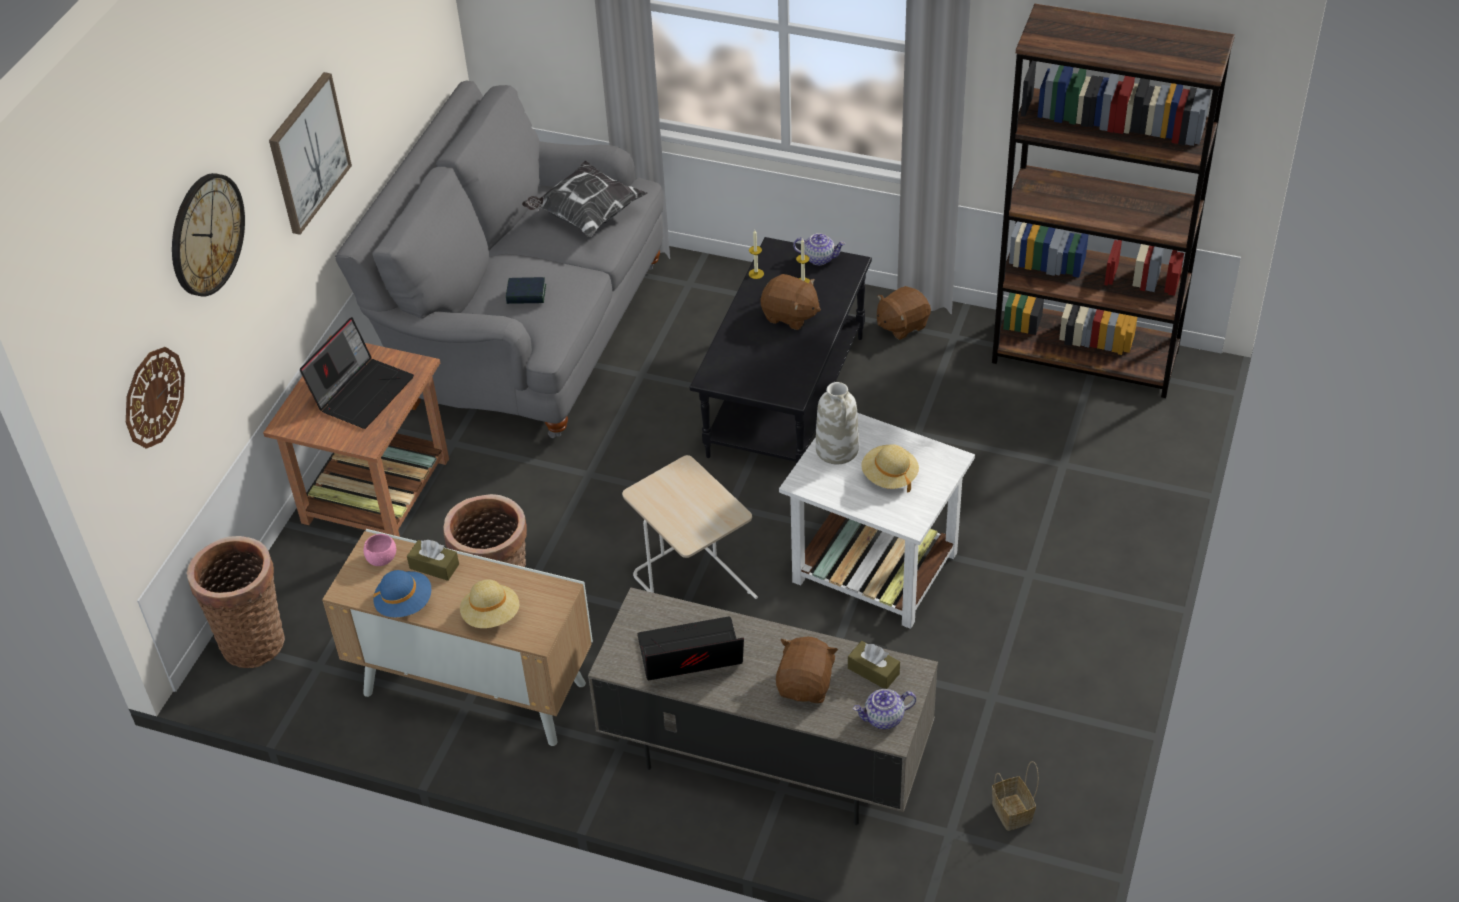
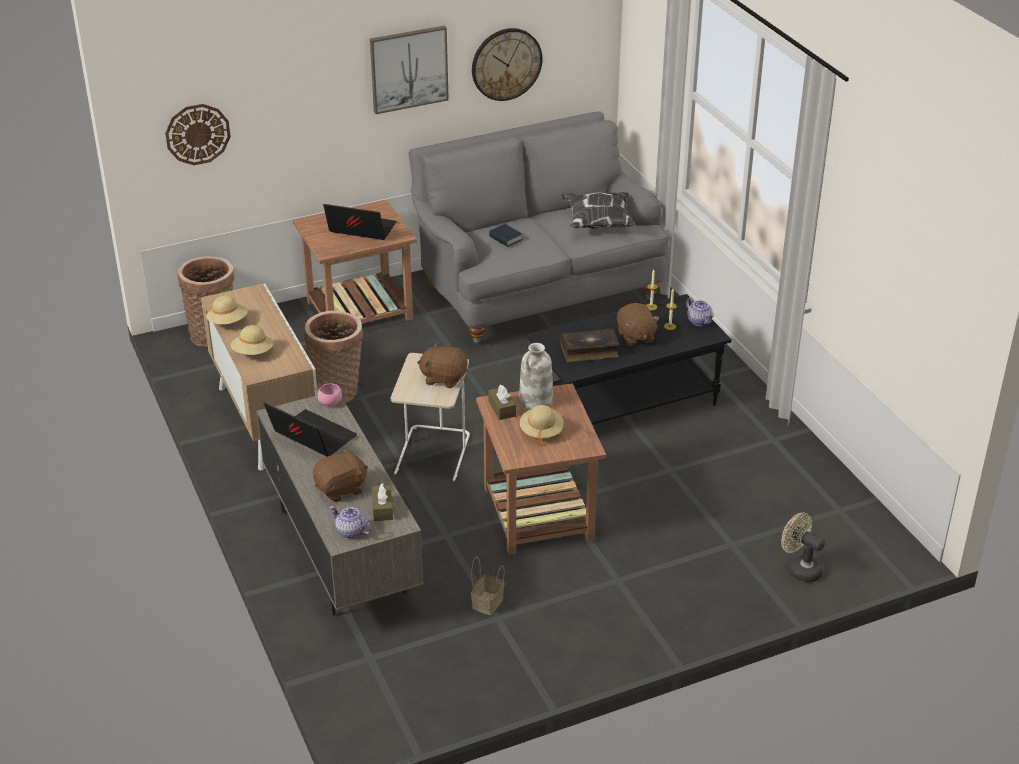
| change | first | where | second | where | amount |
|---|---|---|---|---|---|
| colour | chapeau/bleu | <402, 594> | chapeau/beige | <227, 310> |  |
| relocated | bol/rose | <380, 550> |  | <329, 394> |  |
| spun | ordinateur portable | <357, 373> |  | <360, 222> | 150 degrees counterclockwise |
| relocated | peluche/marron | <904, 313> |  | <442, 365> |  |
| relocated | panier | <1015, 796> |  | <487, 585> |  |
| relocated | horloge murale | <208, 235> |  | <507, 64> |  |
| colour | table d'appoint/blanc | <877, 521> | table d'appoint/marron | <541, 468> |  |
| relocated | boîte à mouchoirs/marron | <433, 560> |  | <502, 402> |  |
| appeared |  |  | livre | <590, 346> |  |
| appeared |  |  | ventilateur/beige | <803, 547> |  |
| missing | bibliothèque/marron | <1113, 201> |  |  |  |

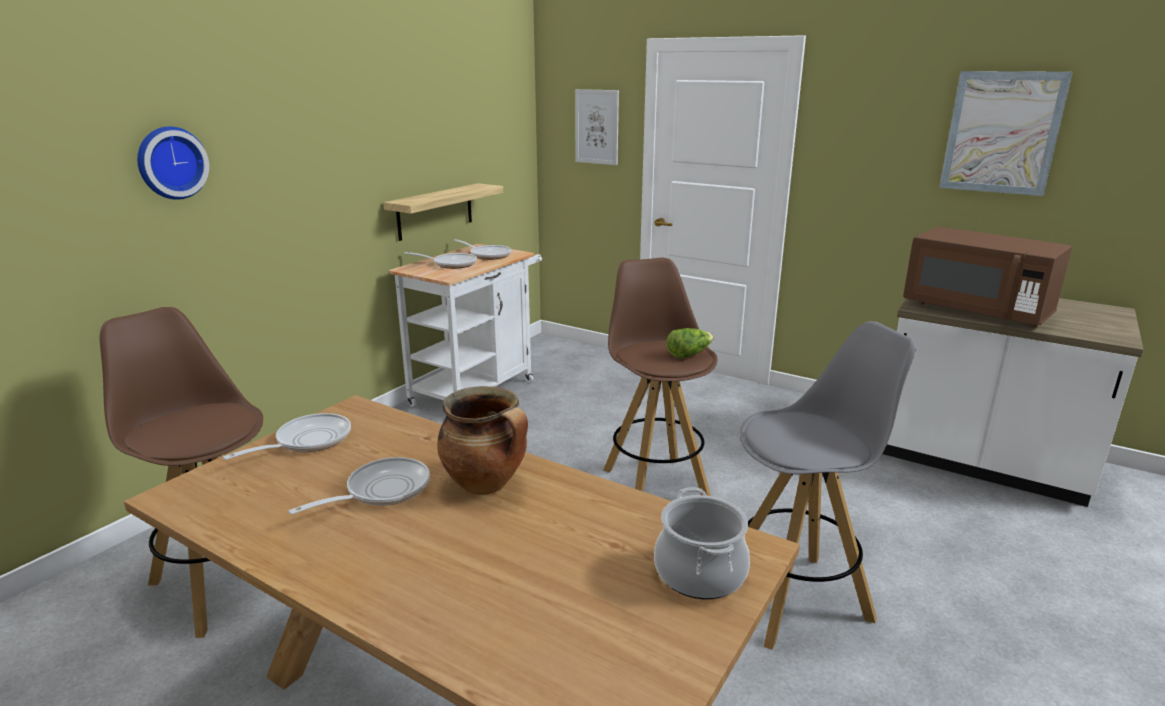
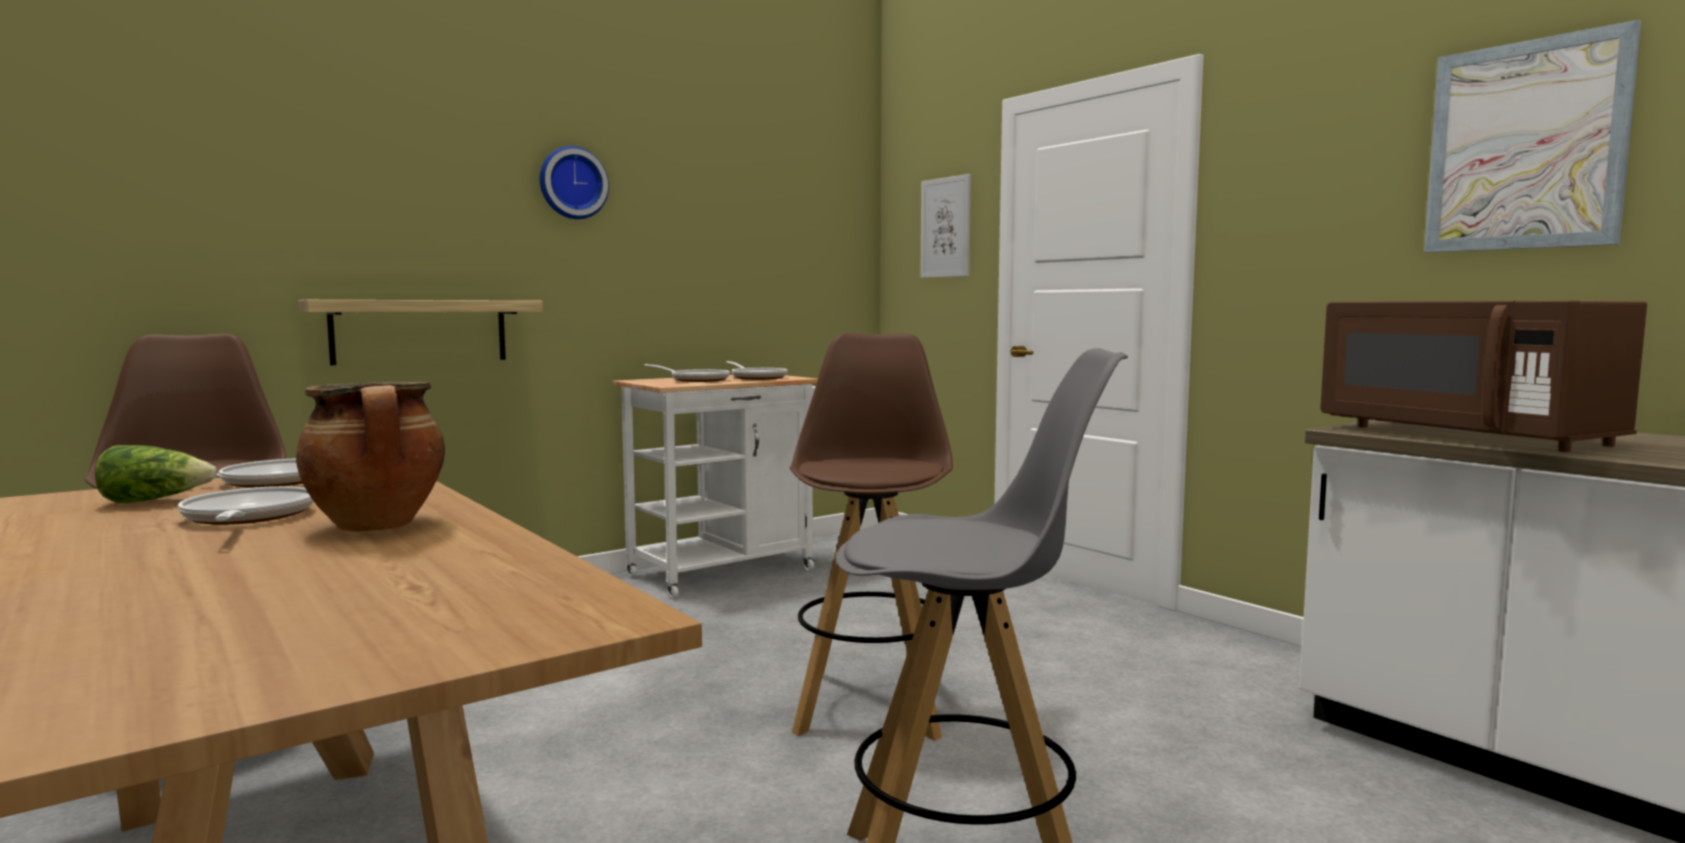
| change | first | where | second | where | amount |
|---|---|---|---|---|---|
| relocated | laitue | <690, 343> |  | <156, 474> |  |
| spun | poêle | <359, 486> |  | <246, 505> | 90 degrees counterclockwise |
| relocated | étagère | <443, 212> |  | <420, 332> |  |
| relocated | horloge murale | <173, 163> |  | <574, 182> |  |
| missing | marmite | <702, 543> |  |  |  |

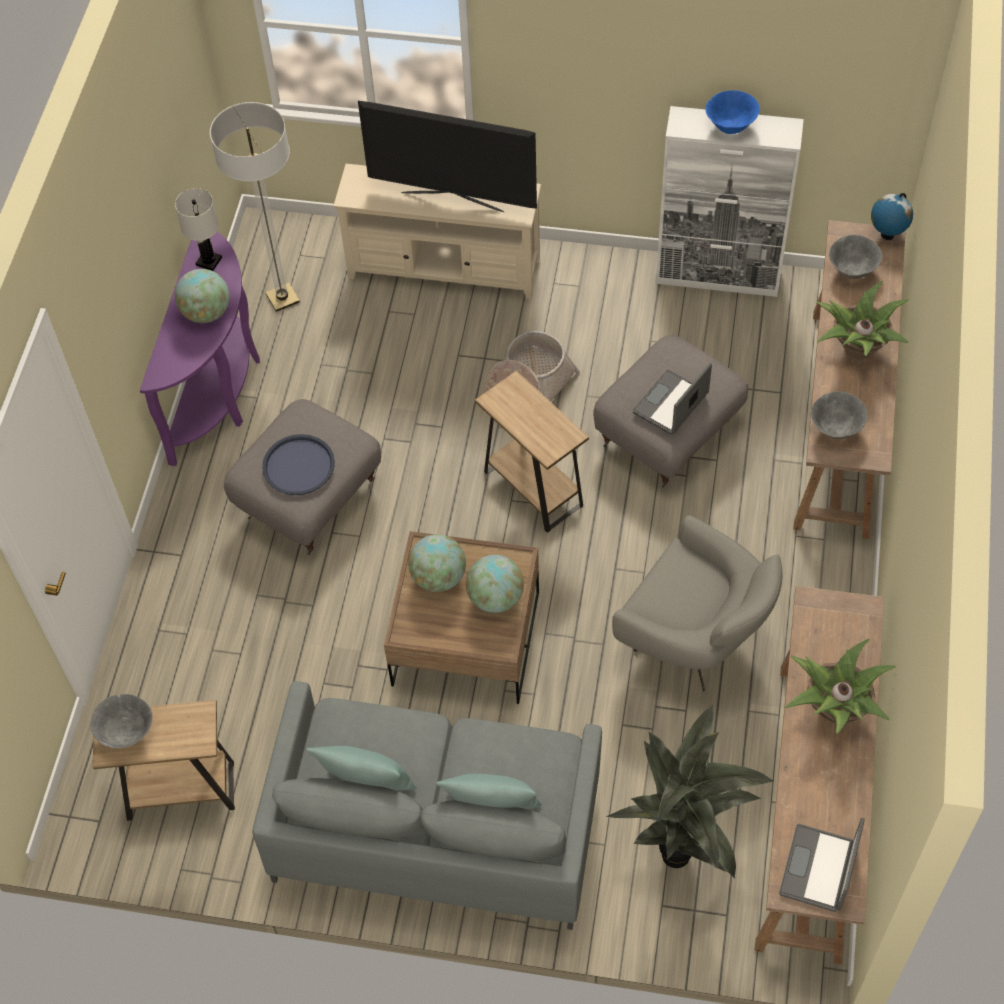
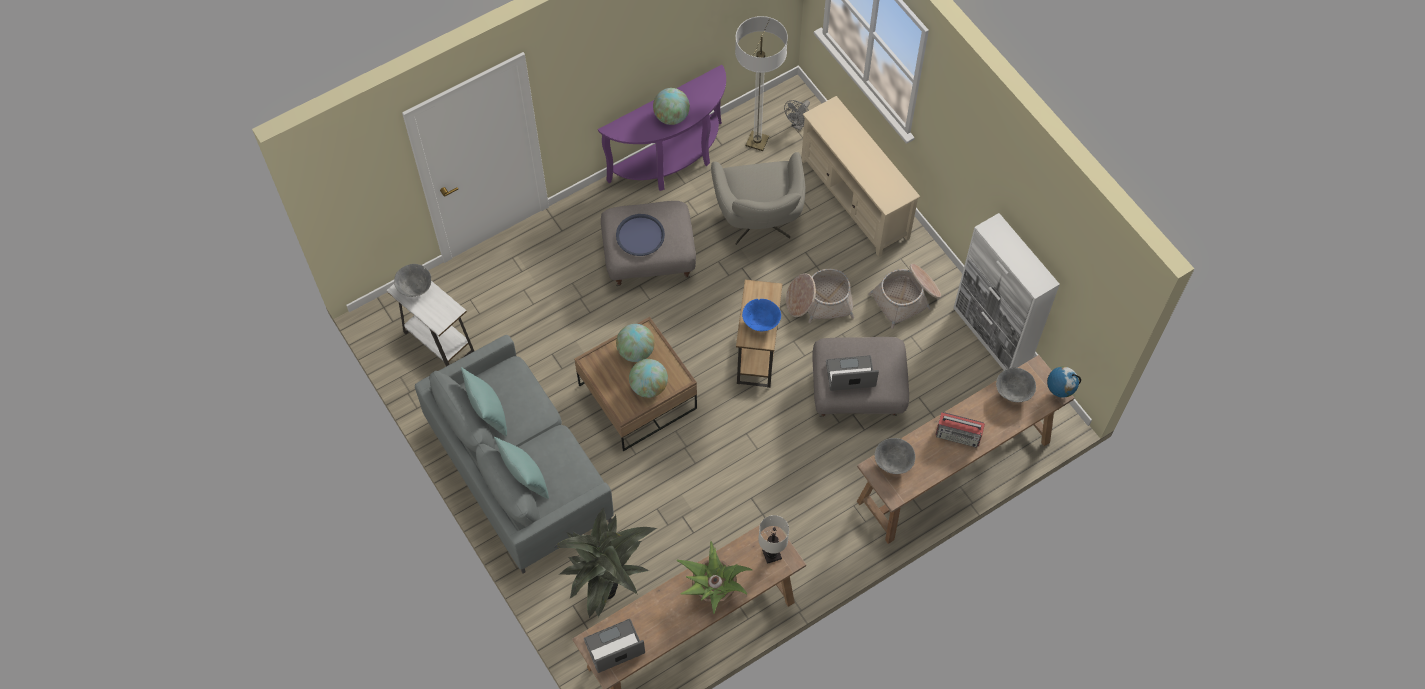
| change | first | where | second | where | amount |
|---|---|---|---|---|---|
| colour | table d'appoint/marron | <164, 760> | table d'appoint/blanc | <430, 323> |  |
| relocated | fauteuil/gris | <697, 603> |  | <758, 198> |  |
| relocated | bol/bleu | <733, 112> |  | <761, 315> |  |
| relocated | lampe de table/blanc | <198, 229> |  | <773, 539> |  |
| appeared |  |  | ventilateur/gris | <797, 115> |  |
| appeared |  |  | panier | <904, 296> |  |
| exchanged | plante en pot | <862, 320> | radio | <960, 430> |  |
| missing | téléviseur | <447, 156> |  |  |  |

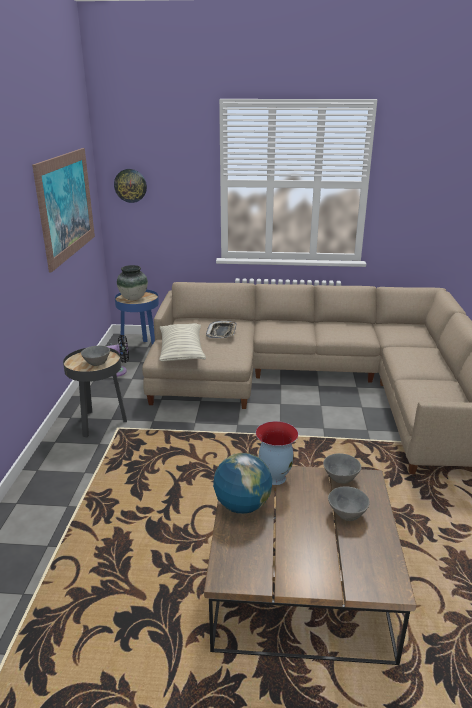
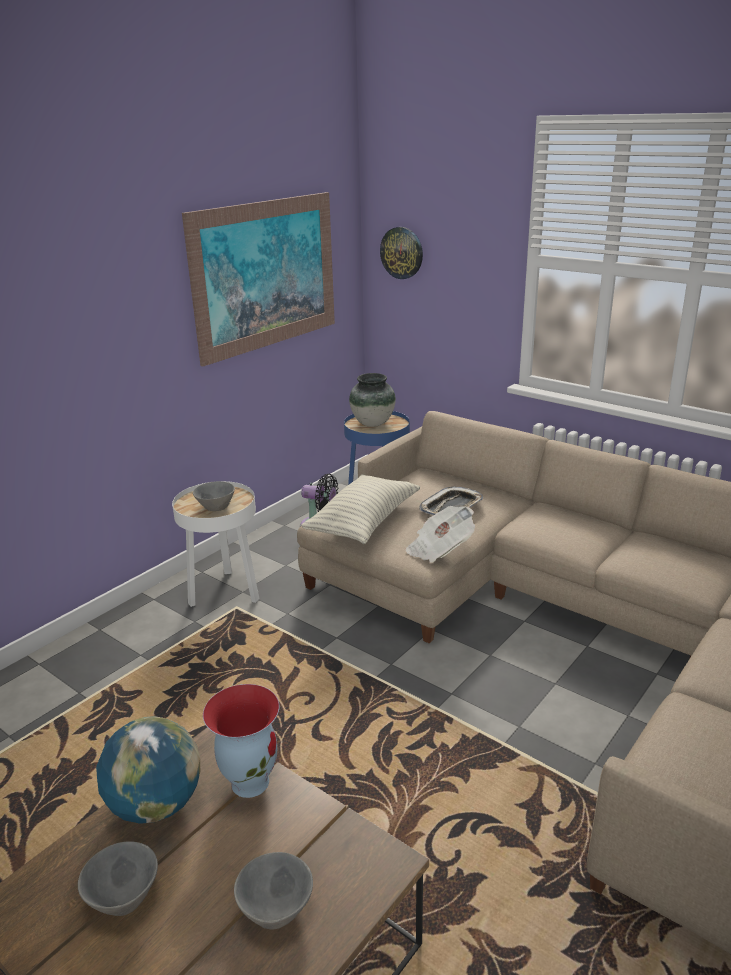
| change | first | where | second | where | amount |
|---|---|---|---|---|---|
| relocated | bol/gris | <342, 468> |  | <118, 878> |  |
| colour | table d'appoint/noir | <95, 392> | table d'appoint/blanc | <216, 544> |  |
| appeared |  |  | journal | <440, 534> |  |

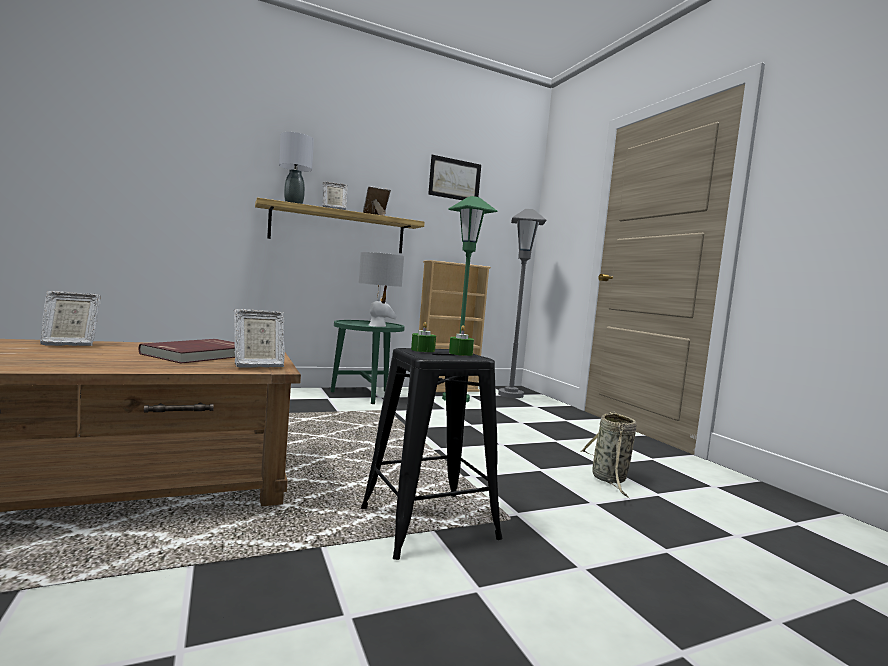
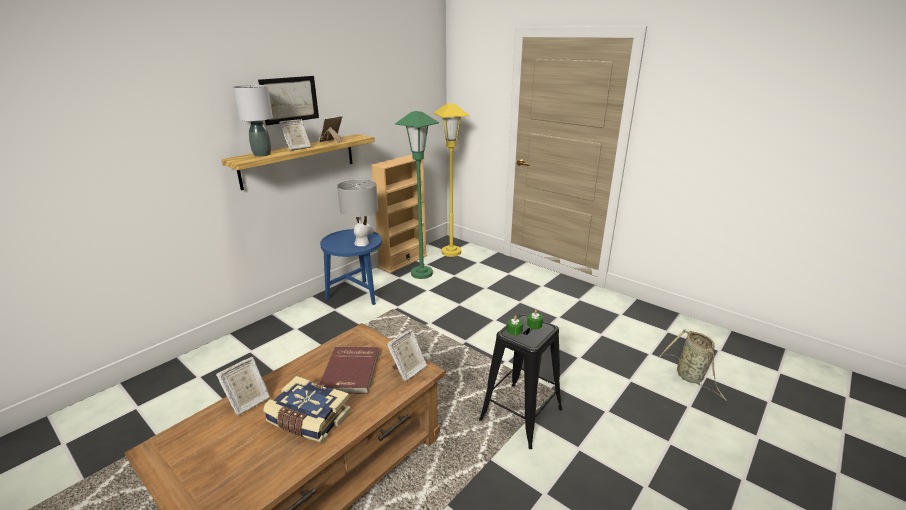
| change | first | where | second | where | amount |
|---|---|---|---|---|---|
| relocated | tableau | <454, 177> |  | <288, 100> |  |
| appeared |  |  | livre | <307, 409> |  |
| colour | table d'appoint/vert | <367, 362> | table d'appoint/bleu | <351, 267> |  |
| colour | lampadaire/gris | <522, 303> | lampadaire/jaune | <452, 180> |  |
| relocated | panier | <609, 455> |  | <693, 365> |  |

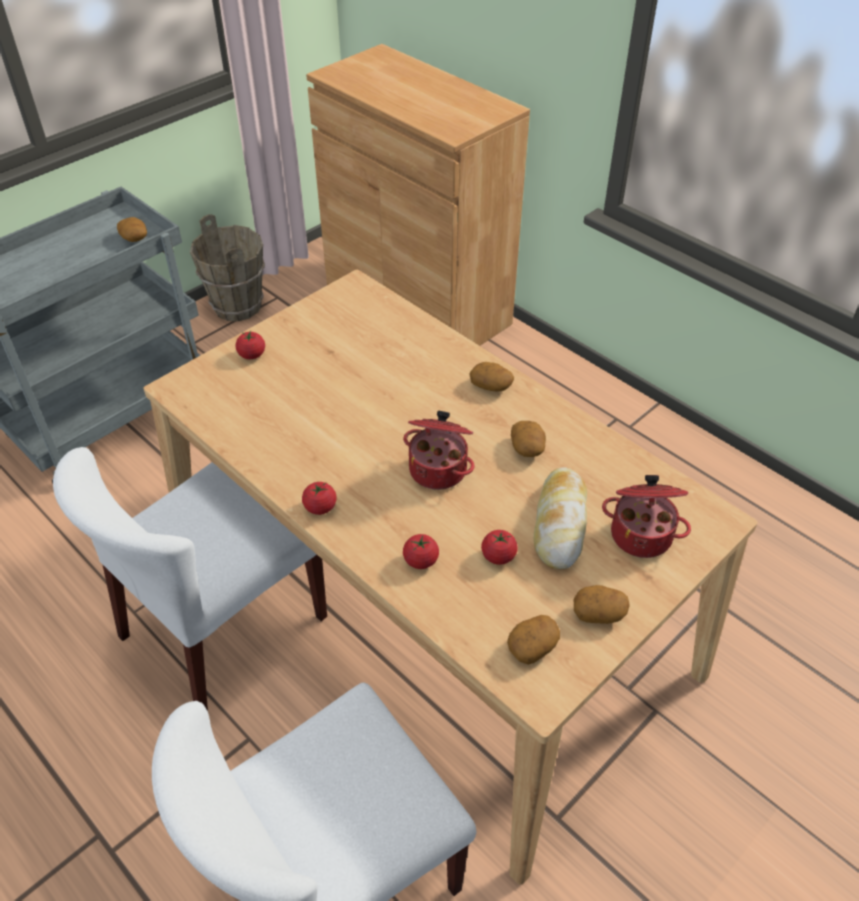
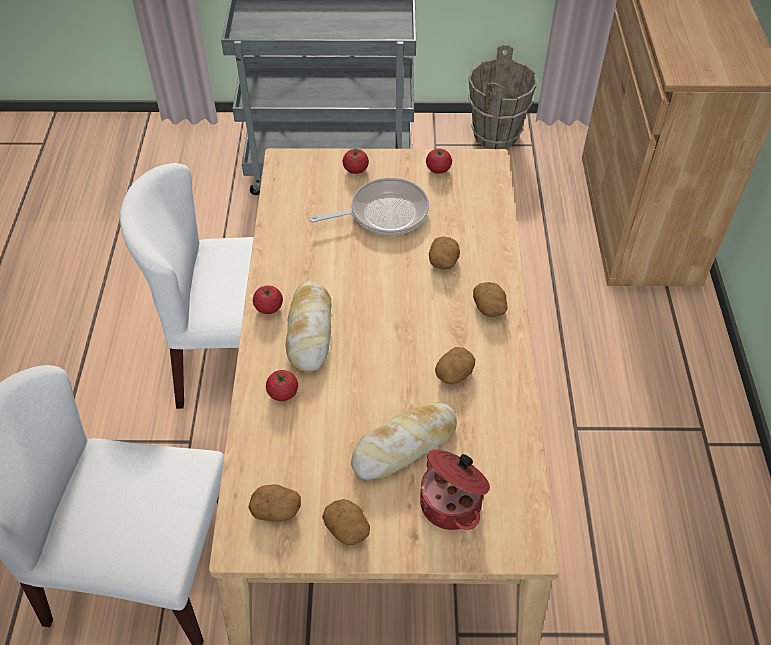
| change | first | where | second | where | amount |
|---|---|---|---|---|---|
| appeared |  |  | pain | <308, 326> |  |
| appeared |  |  | poêle | <369, 206> |  |
| relocated | tomate | <499, 547> |  | <439, 161> |  |
| relocated | pomme de terre | <132, 229> |  | <444, 253> |  |
| missing | marmite | <439, 450> |  |  |  |

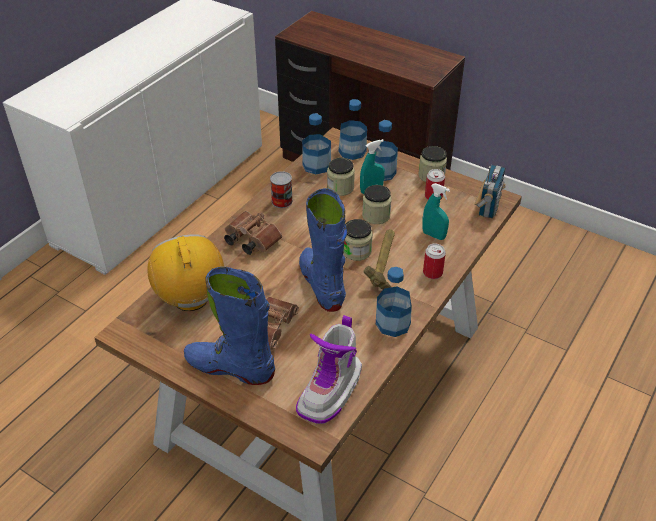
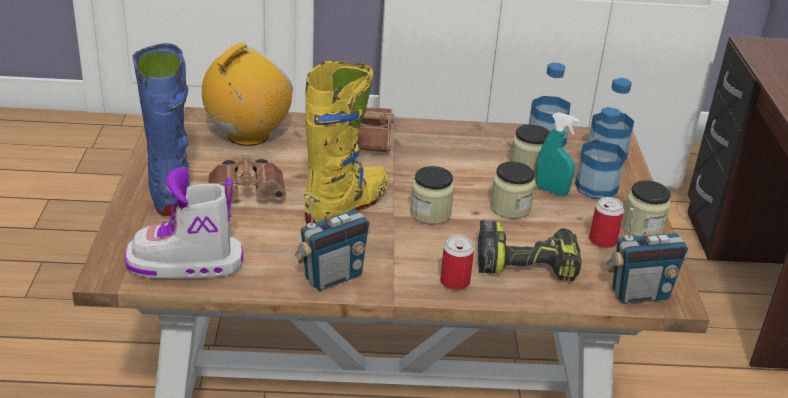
| change | first | where | second | where | amount |
|---|---|---|---|---|---|
| exchanged | bouteille | <394, 302> | radio | <332, 243> |  |
| colour | botte/bleu | <323, 250> | botte/jaune | <346, 142> |  |
| exchanged | vaporisateur/turquoise | <436, 211> | perceuse | <529, 250> |  |
| missing | boîte métallique | <281, 189> |  |  |  |
| missing | marteau | <379, 259> |  |  |  |

